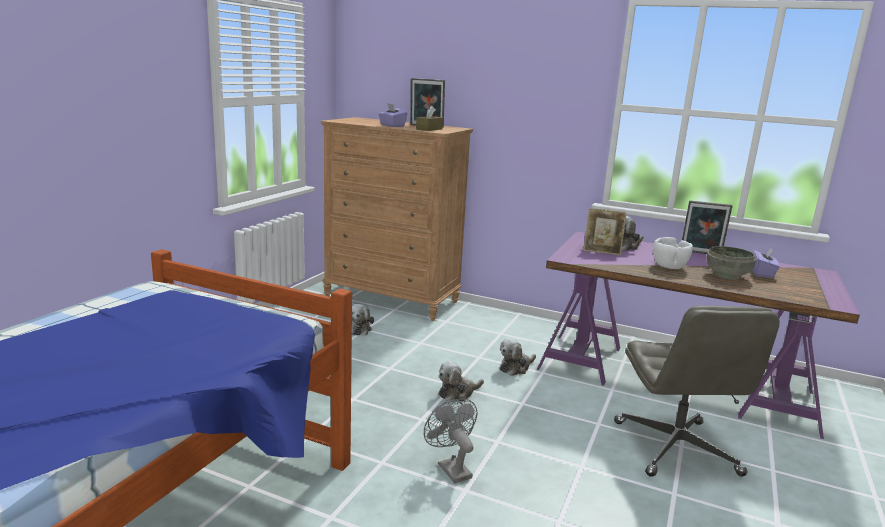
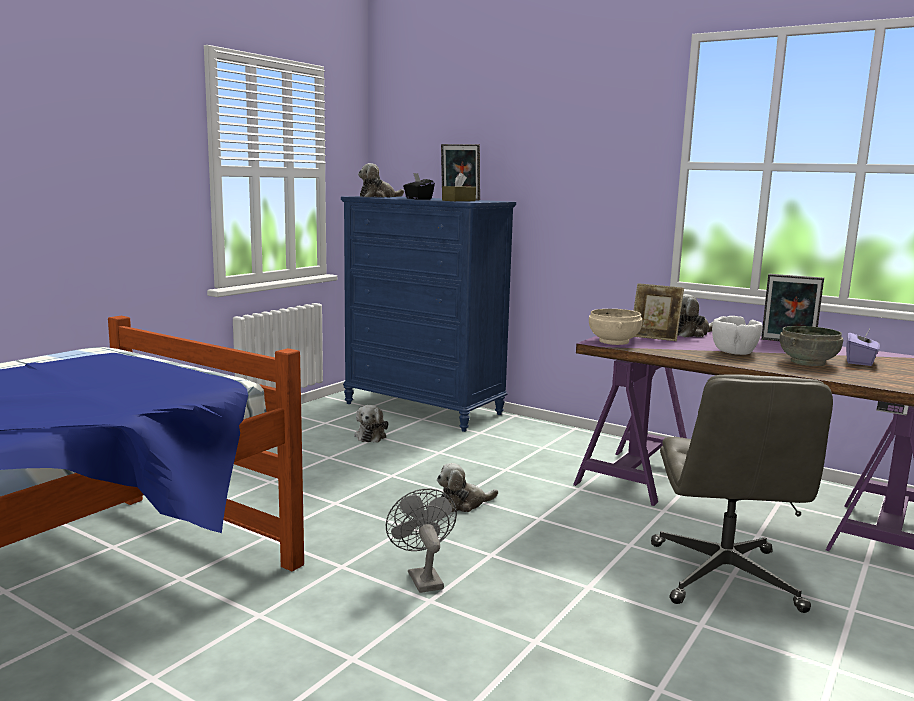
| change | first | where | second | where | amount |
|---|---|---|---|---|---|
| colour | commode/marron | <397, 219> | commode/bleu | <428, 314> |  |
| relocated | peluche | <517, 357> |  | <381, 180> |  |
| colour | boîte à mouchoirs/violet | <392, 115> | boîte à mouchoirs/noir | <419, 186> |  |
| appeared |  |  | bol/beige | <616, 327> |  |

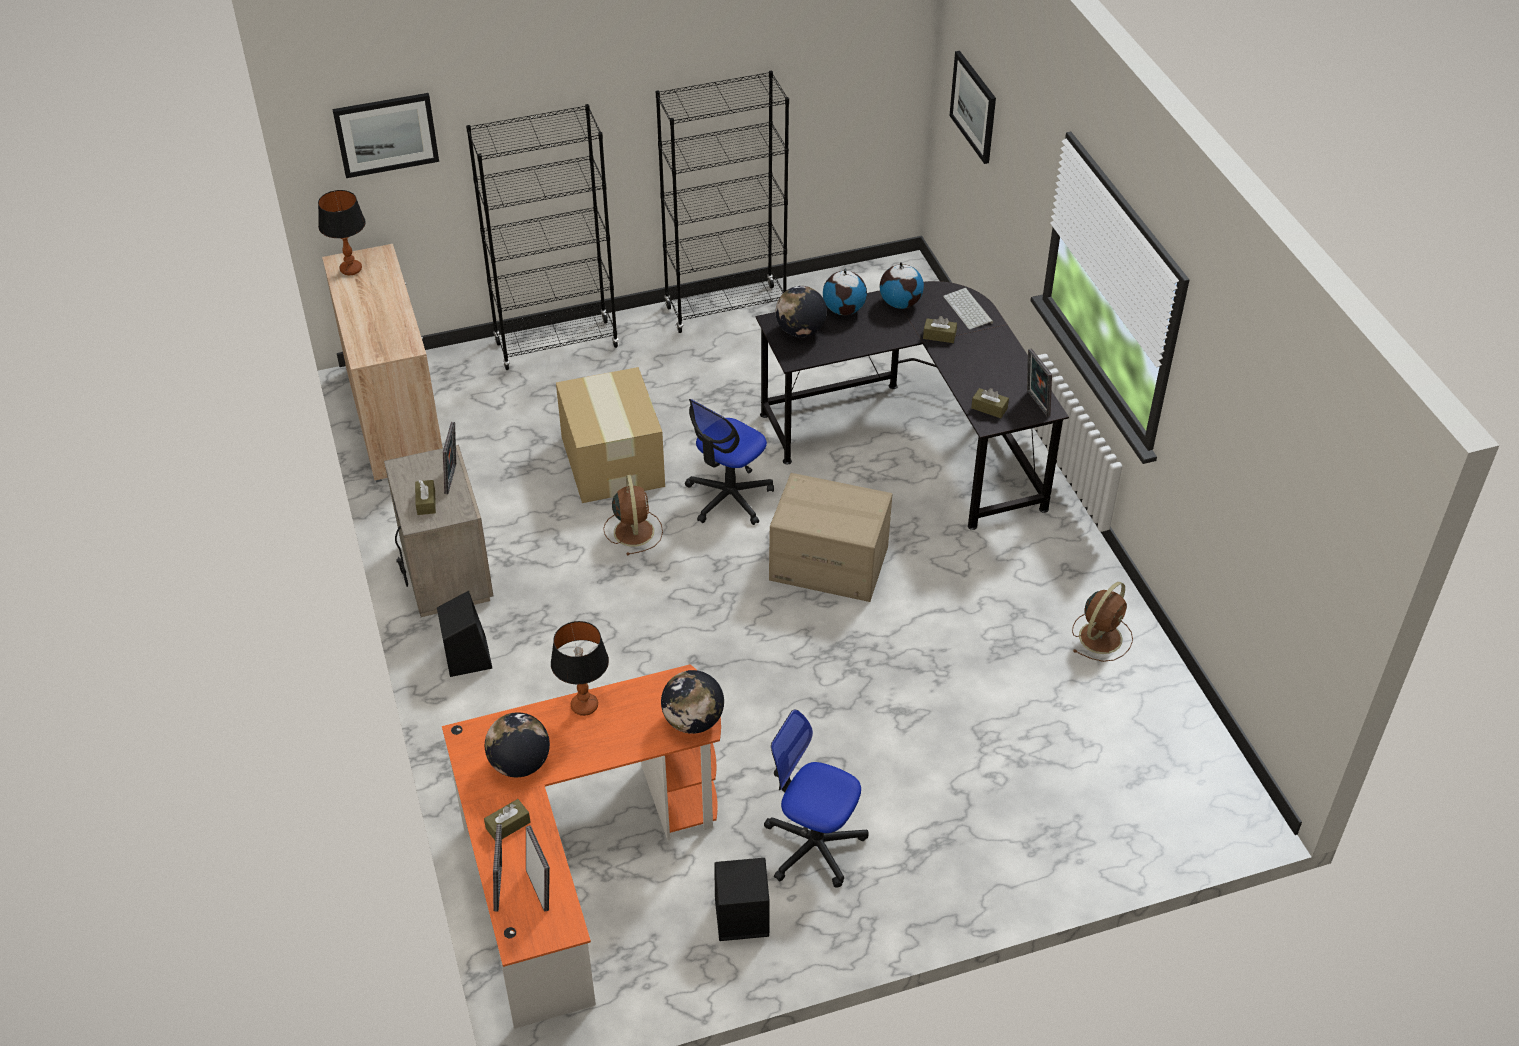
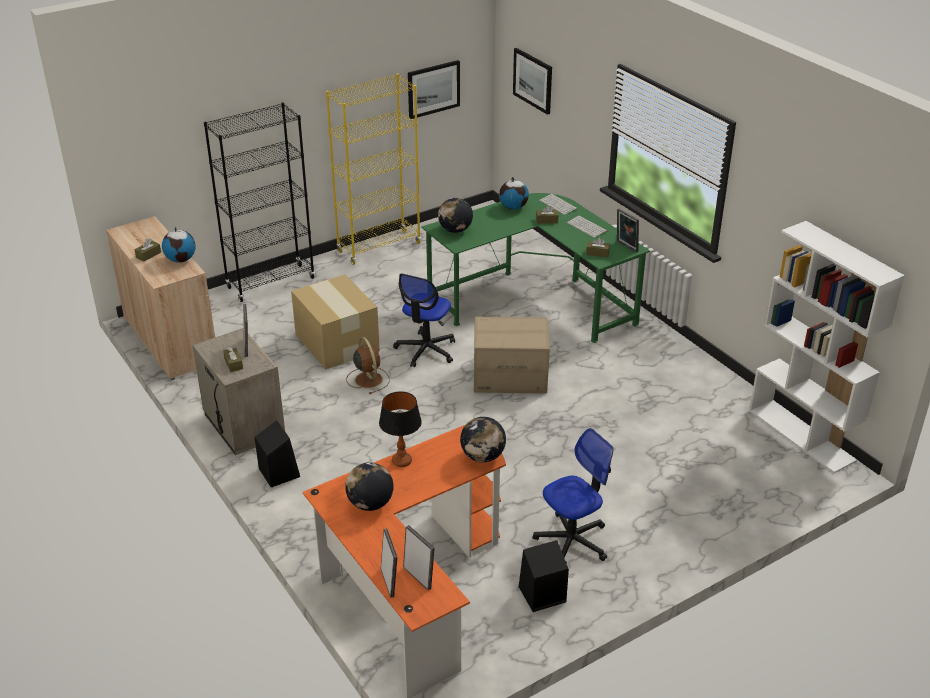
| change | first | where | second | where | amount |
|---|---|---|---|---|---|
| relocated | boîte à mouchoirs/marron | <507, 819> |  | <148, 249> |  |
| relocated | globe | <845, 291> |  | <179, 245> |  |
| colour | bibliothèque/noir | <722, 202> | bibliothèque/jaune | <373, 169> |  |
| relocated | tableau | <385, 135> |  | <434, 89> |  |
| colour | bureau/noir | <912, 405> | bureau/vert | <536, 268> |  |
| spun | chaise de bureau | <816, 798> |  | <573, 496> | 135 degrees clockwise |
| appeared |  |  | clavier | <587, 226> |  |
| appeared |  |  | bibliothèque/blanc | <827, 347> |  |
| missing | lampe de table | <342, 232> |  |  |  |
| missing | ventilateur/marron | <1102, 622> |  |  |  |

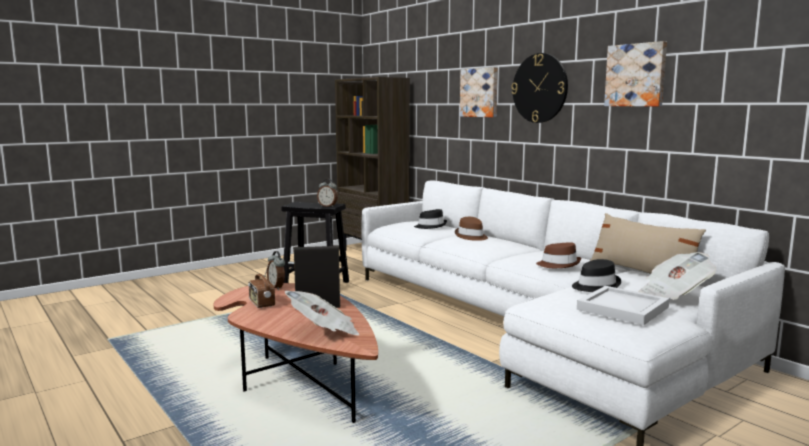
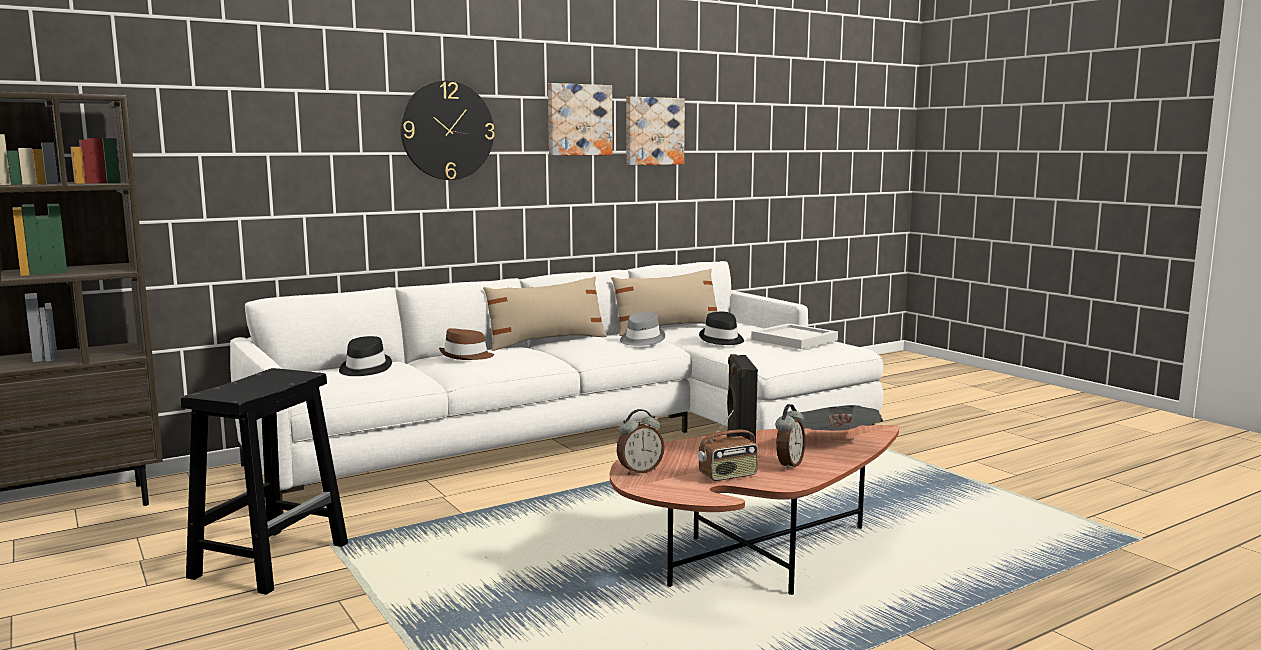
| change | first | where | second | where | amount |
|---|---|---|---|---|---|
| appeared |  |  | coussin/beige | <545, 313> |  |
| colour | chapeau/marron | <558, 255> | chapeau/gris | <642, 329> |  |
| relocated | tableau | <479, 92> |  | <655, 131> |  |
| relocated | réveil | <327, 193> |  | <790, 437> |  |
| missing | journal | <677, 276> |  |  |  |

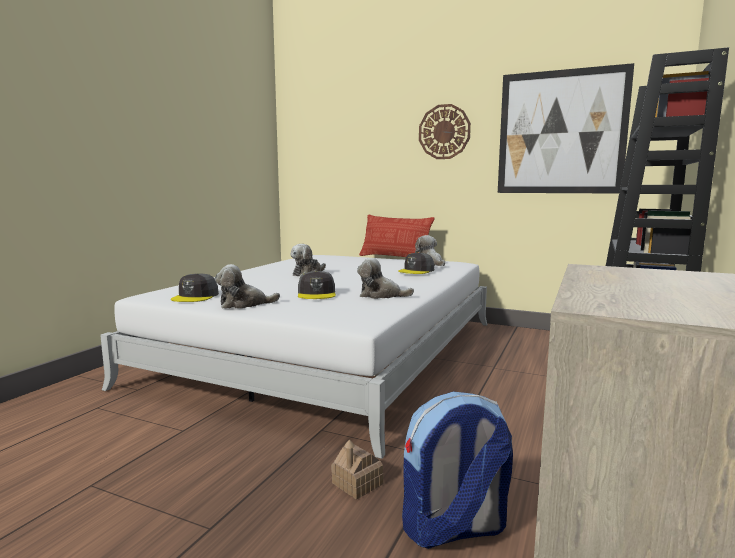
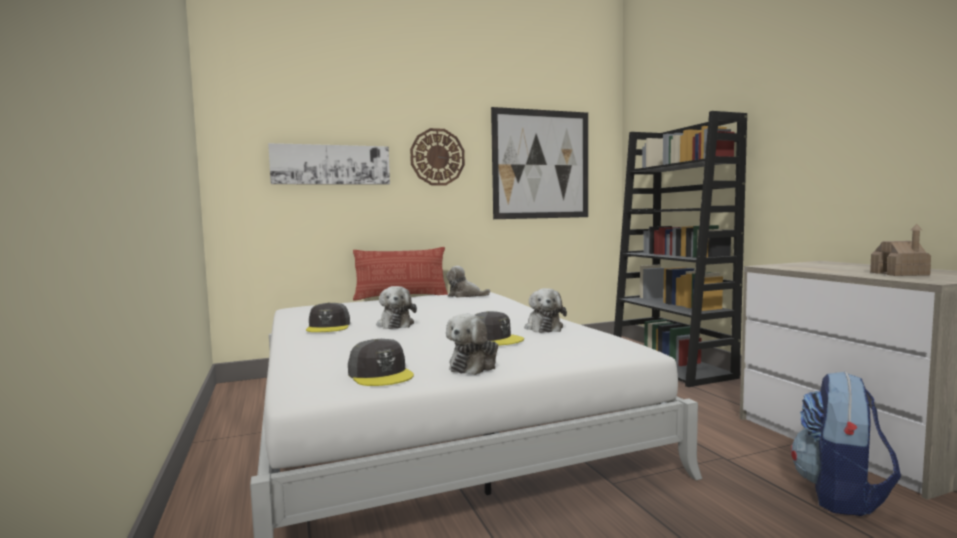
| change | first | where | second | where | amount |
|---|---|---|---|---|---|
| appeared |  |  | tableau | <329, 164> |  |
| relocated | casquette/gris | <416, 263> |  | <328, 317> |  |
| spun | peluche | <385, 278> |  | <546, 310> | 60 degrees counterclockwise |
| relocated | maison miniature | <357, 469> |  | <900, 250> |  |

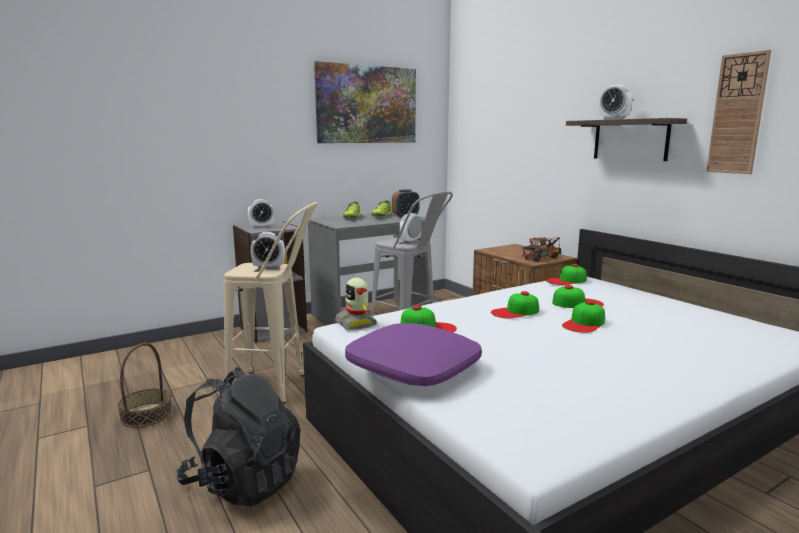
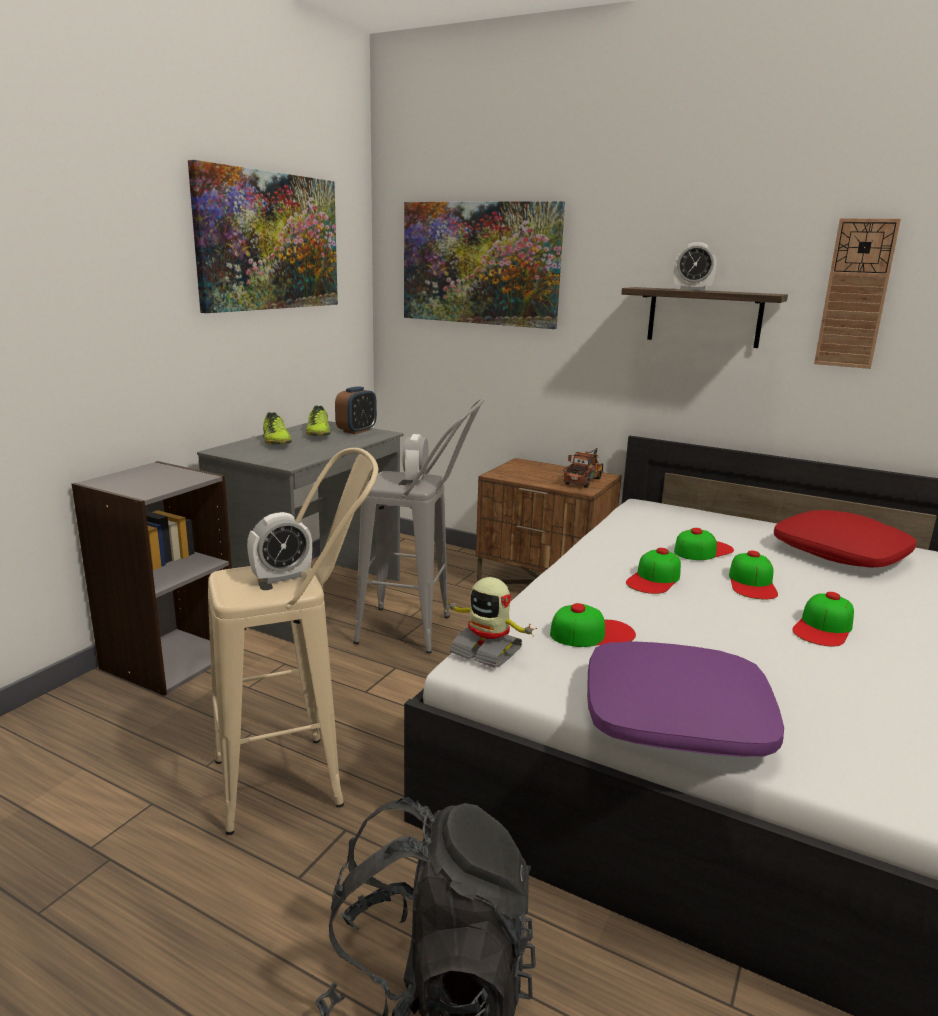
| change | first | where | second | where | amount |
|---|---|---|---|---|---|
| appeared |  |  | tableau | <484, 265> |  |
| appeared |  |  | coussin/rouge | <845, 539> |  |
| relocated | casquette | <566, 274> |  | <823, 619> |  |
| missing | panier | <145, 385> |  |  |  |
| missing | réveil | <261, 213> |  |  |  |

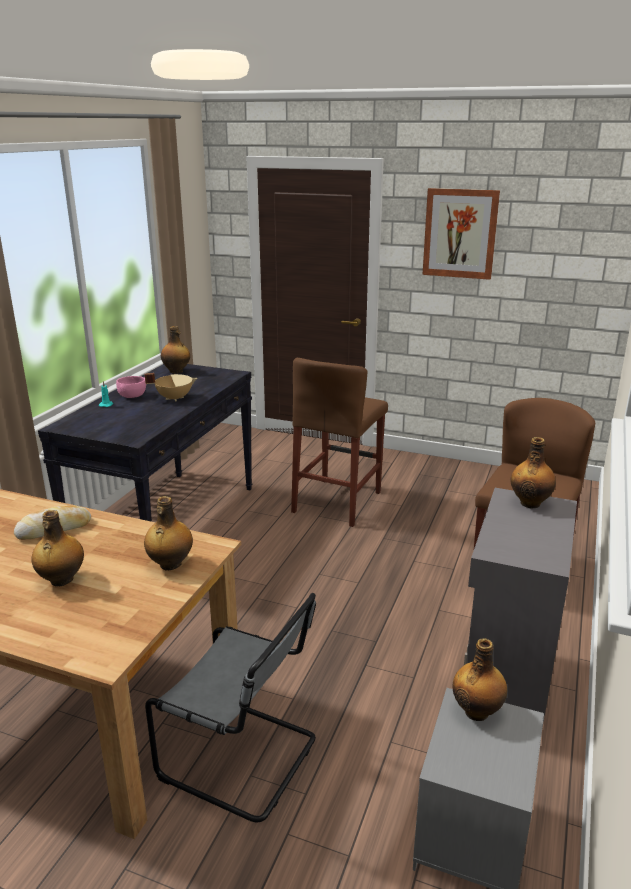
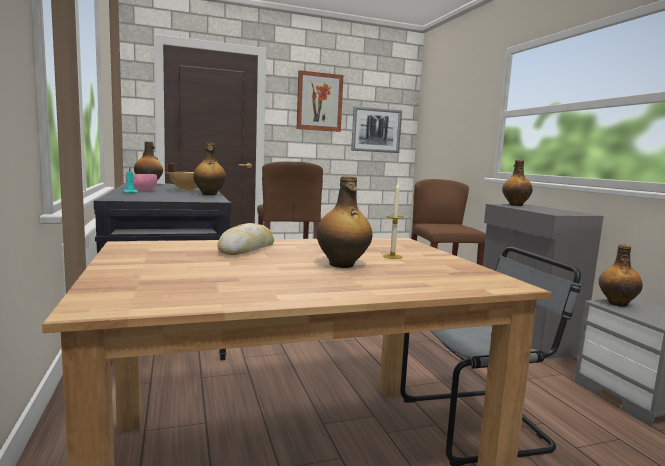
| change | first | where | second | where | amount |
|---|---|---|---|---|---|
| relocated | bouteille | <168, 533> |  | <209, 169> |  |
| appeared |  |  | tableau | <376, 129> |  |
| appeared |  |  | bougie | <393, 221> |  |

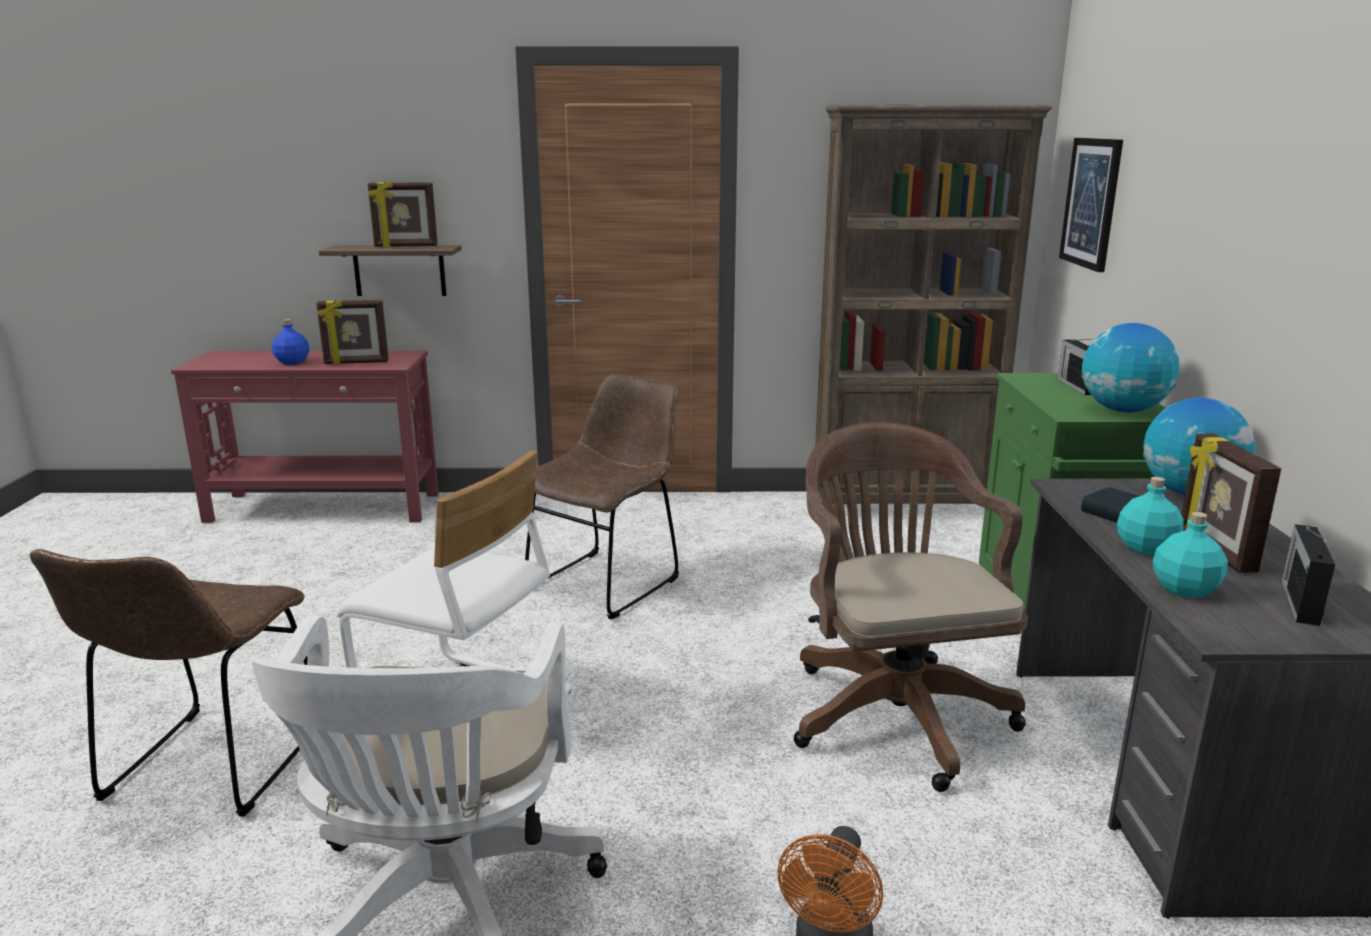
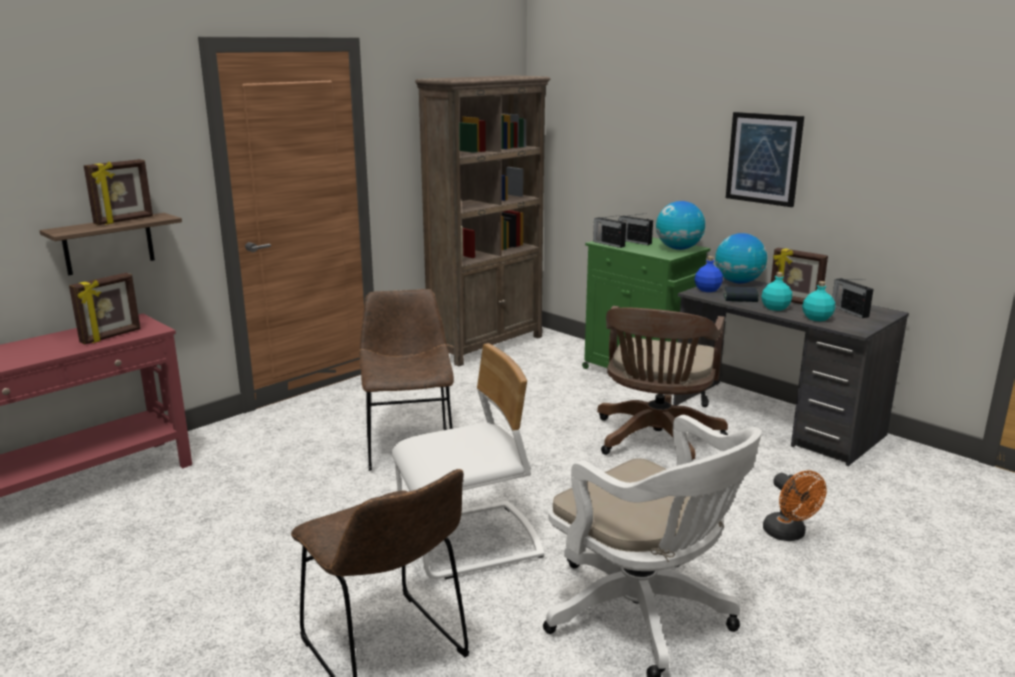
| change | first | where | second | where | amount |
|---|---|---|---|---|---|
| appeared |  |  | radio | <609, 231> |  |
| spun | chaise de bureau/marron | <911, 607> |  | <662, 383> | 105 degrees counterclockwise |
| relocated | bouteille/bleu | <290, 342> |  | <708, 274> |  |
| relocated | tableau | <1091, 205> |  | <765, 159> |  |

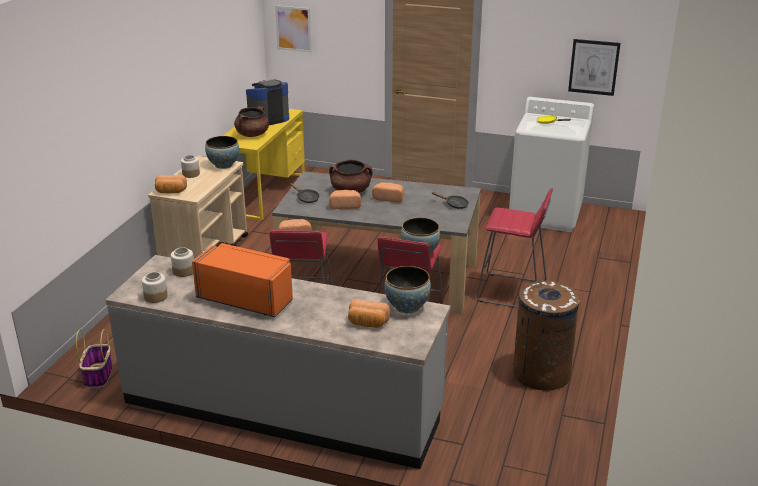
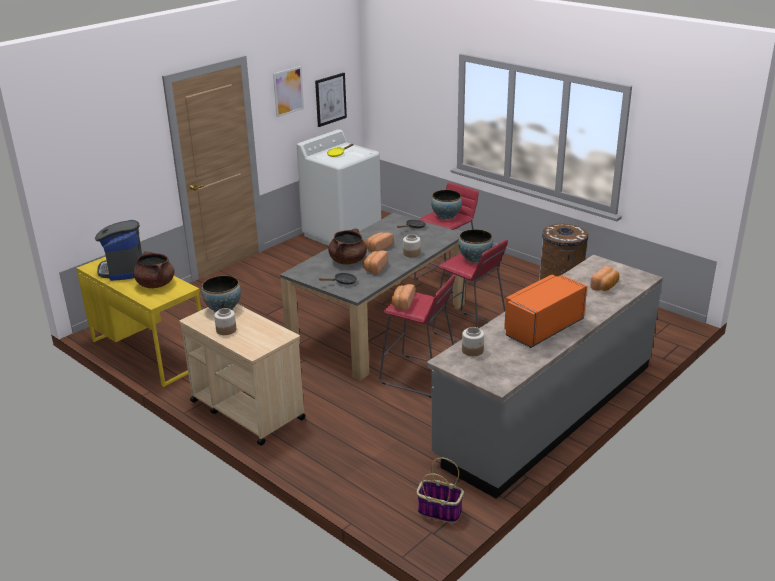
| change | first | where | second | where | amount |
|---|---|---|---|---|---|
| relocated | tableau | <293, 28> |  | <288, 91> |  |
| relocated | bocal | <155, 287> |  | <411, 245> |  |
| relocated | bol | <407, 290> |  | <446, 205> |  |
| missing | pain | <171, 184> |  |  |  |

